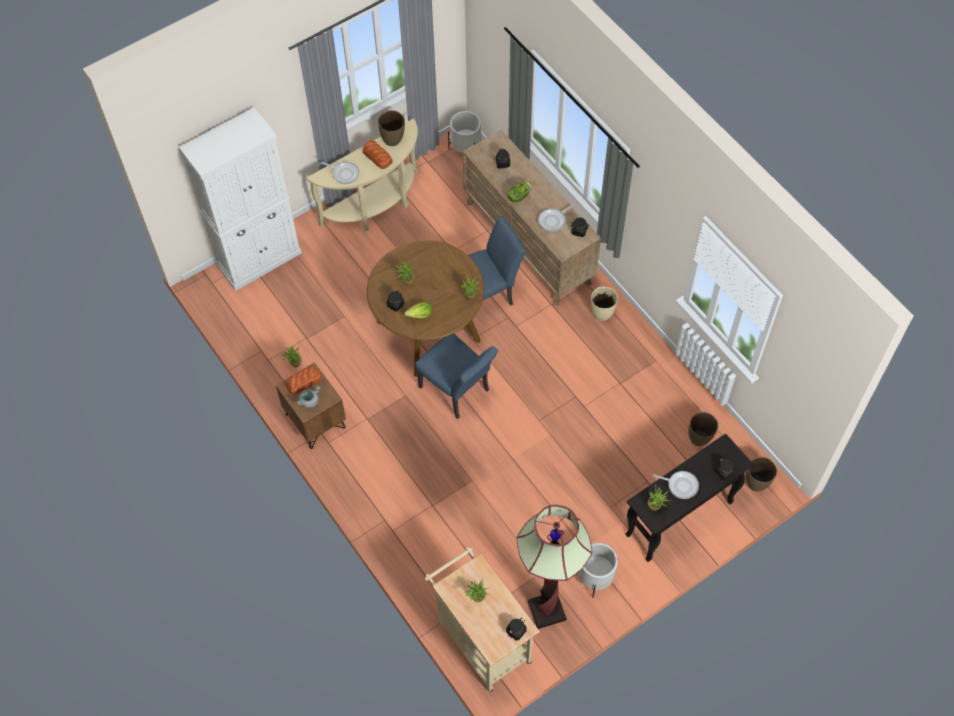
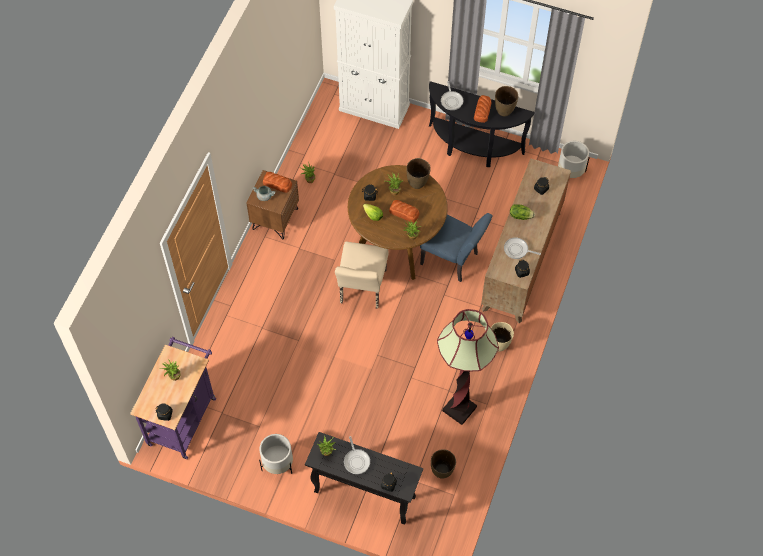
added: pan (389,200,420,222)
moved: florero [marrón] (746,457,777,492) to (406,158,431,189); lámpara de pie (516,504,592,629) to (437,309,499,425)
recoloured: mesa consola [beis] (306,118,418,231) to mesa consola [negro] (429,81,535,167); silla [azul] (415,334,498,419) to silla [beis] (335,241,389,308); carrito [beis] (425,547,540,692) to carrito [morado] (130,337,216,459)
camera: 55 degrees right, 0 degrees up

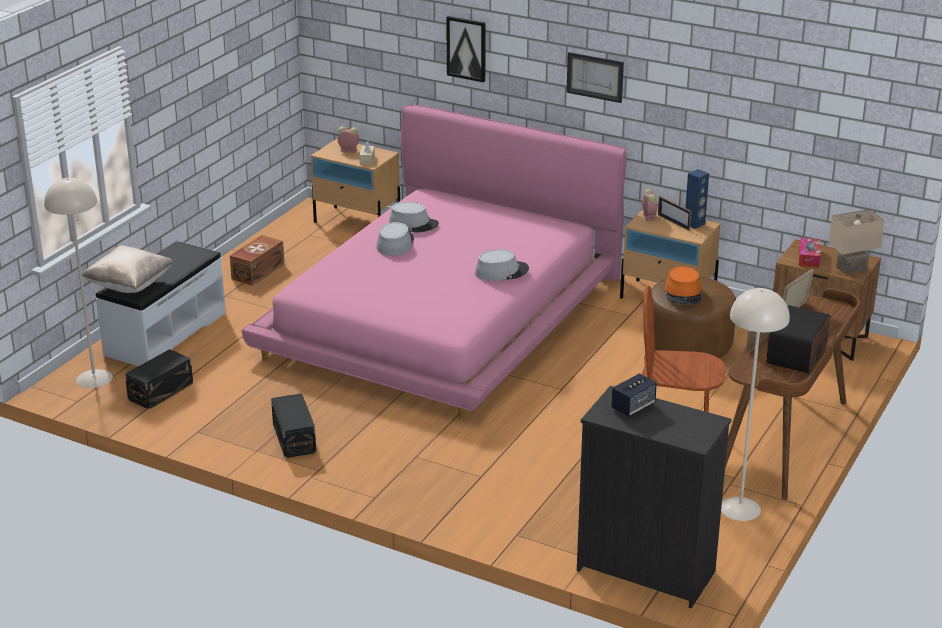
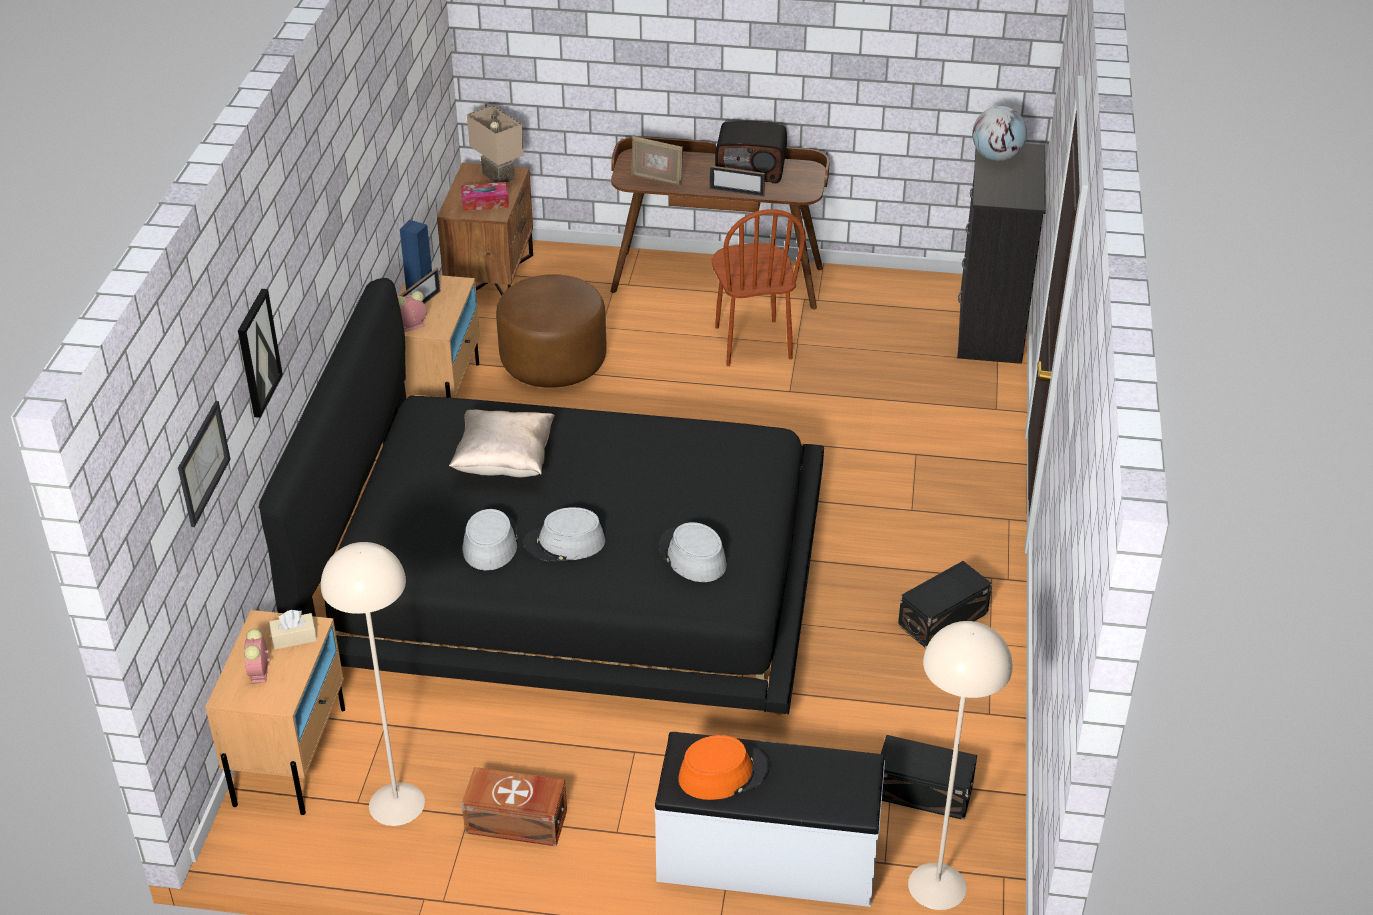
removed: altavoz (611,374,657,417)
added: globo terráqueo (972,106,1027,161)
moved: cuadro (566,52,624,103) to (178,401,231,527); cojín [beis] (82,245,174,293) to (449,410,555,477); sombrero [gris] (475,249,529,281) to (659,522,727,582); sombrero [naranja] (664,266,702,304) to (678,735,769,800); lámpara de pie [beis] (721,288,790,521) to (321,542,425,826)
recoloured: cama [rosa] (242,105,627,419) to cama [negro] (259,278,824,716)
camera: 110 degrees left, 10 degrees up

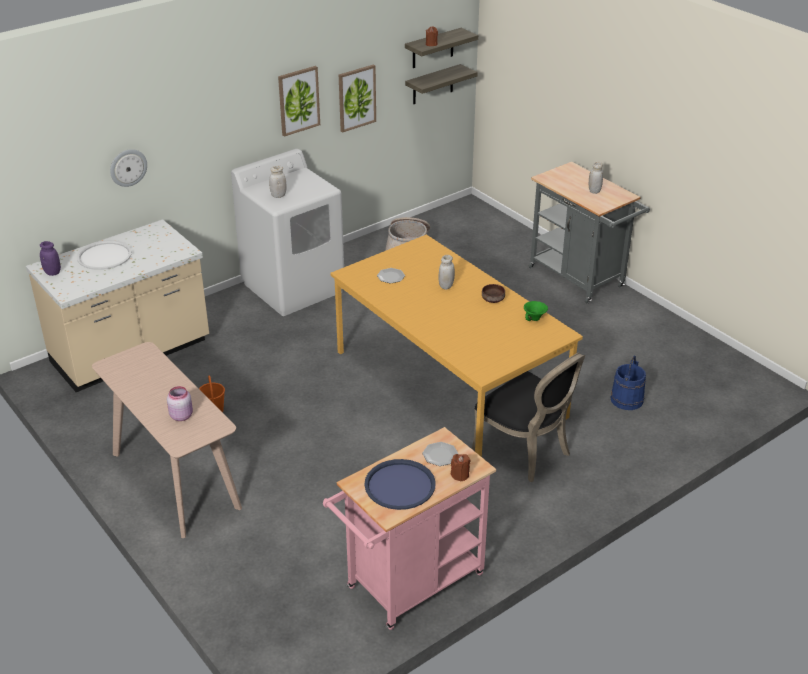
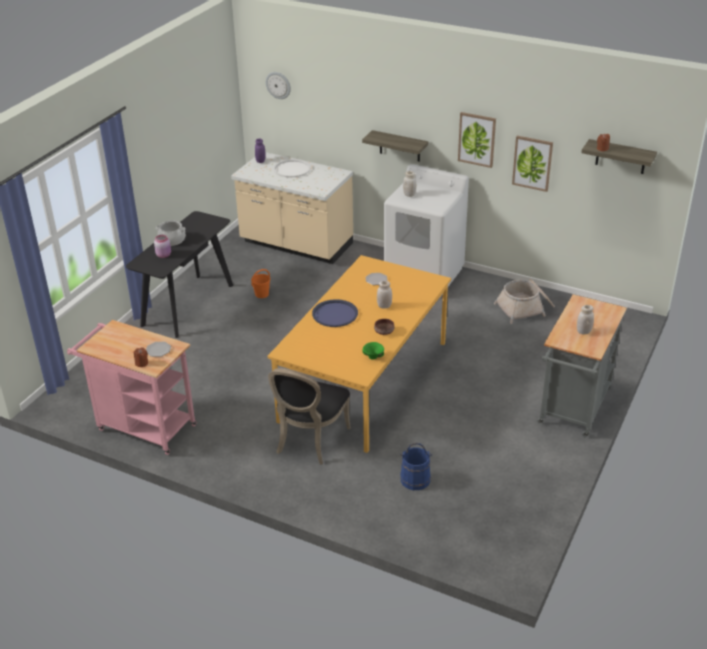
added: olla (156,220,186,246)
moved: estante (405,64,478,104) to (362,130,428,162); reloj de pared (110,149,147,187) to (266,72,291,99); bandeja [azul] (364,459,436,510) to (312,299,358,327)
recoloured: mesa consola [beis] (92,342,242,538) to mesa consola [negro] (126,211,233,338)
camera: 65 degrees right, 0 degrees up

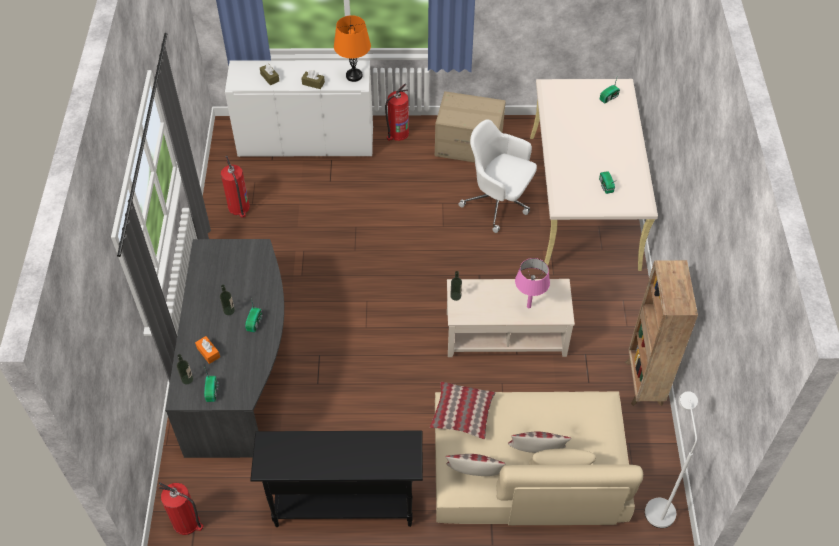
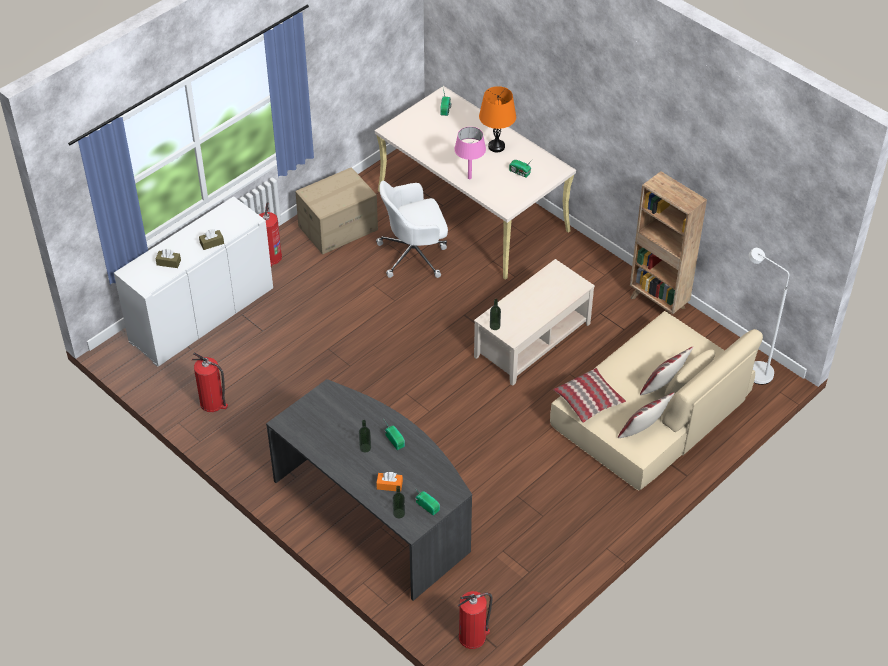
removed: mesa consola [negro] (250,431,423,527)
moved: lámpara de mesa [naranja] (334,15,371,82) to (479,86,516,152); lámpara de mesa [rosa] (515,258,550,308) to (454,127,486,179)
camera: 45 degrees left, 5 degrees down

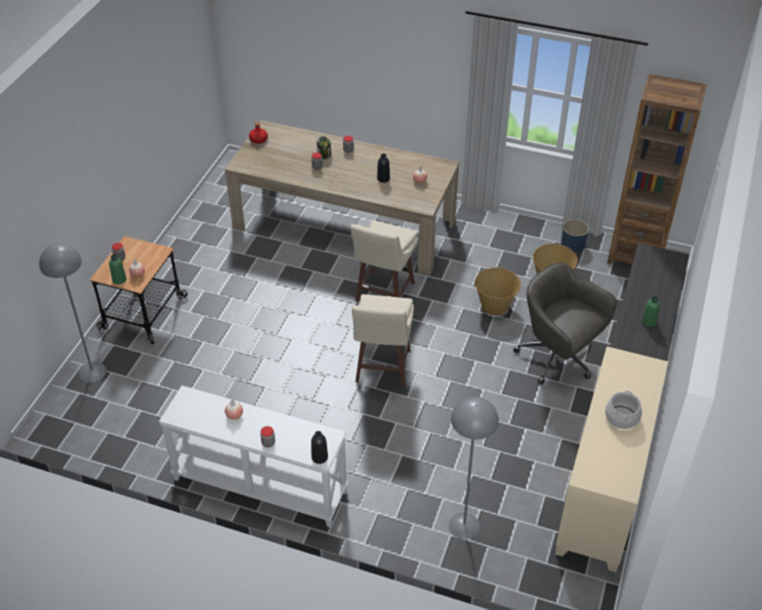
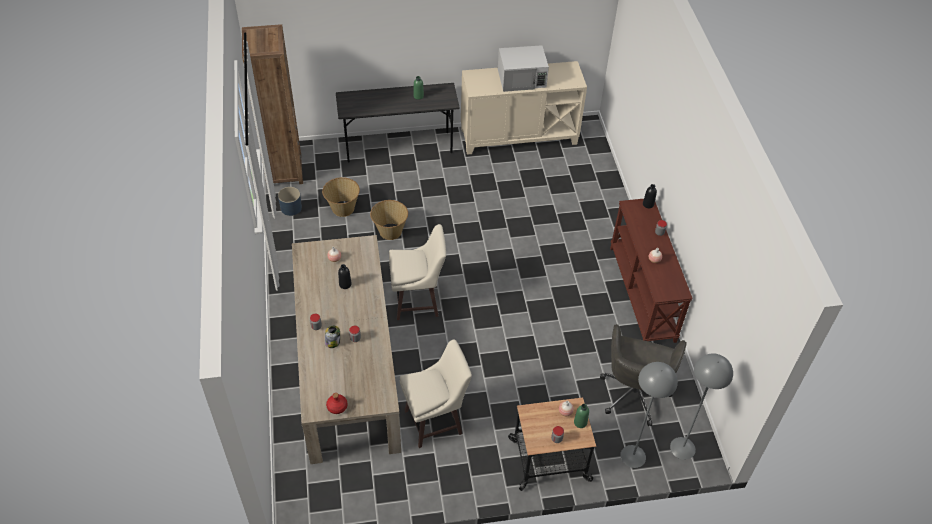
moved: silla de oficina [gris] (513,263,617,385) to (600,324,687,426); taburete [beis] (352,294,414,387) to (400,339,472,448); lámpara de pie [gris] (449,397,499,539) to (670,353,733,460)
replaced: olla (605,391,642,429) to microondas [blanco] (498,45,549,92)
recoloured: mesa consola [blanco] (159,386,348,528) to mesa consola [marrón] (610,199,693,343)
camera: 120 degrees left, 5 degrees up

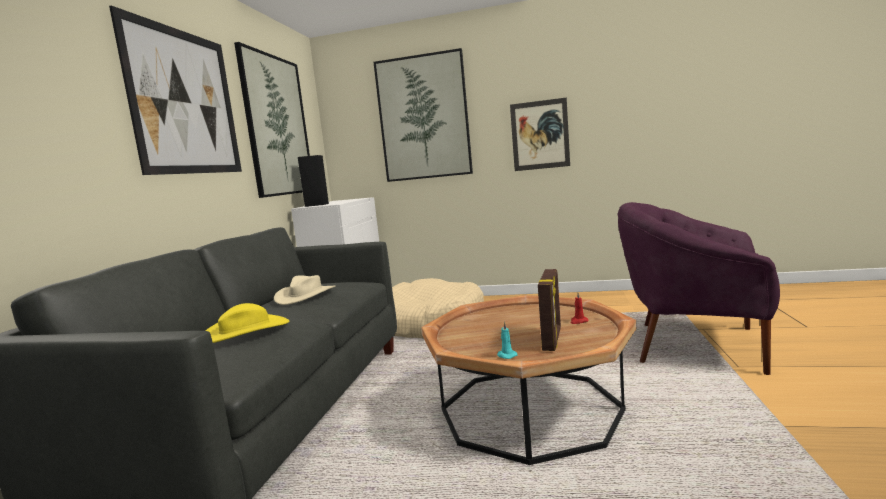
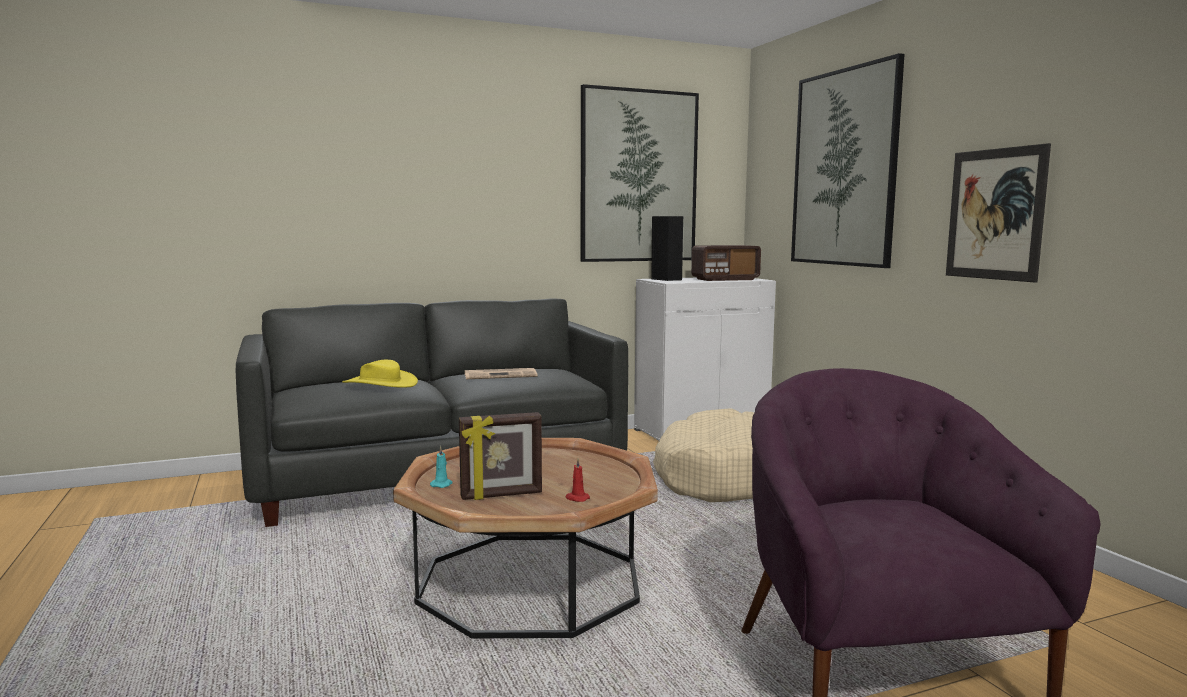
removed: cuadro (109,6,242,175)
added: radio (691,245,761,281)
replaced: sombrero [beis] (274,275,336,305) to periódico (465,368,537,379)
camera: 55 degrees right, 0 degrees up

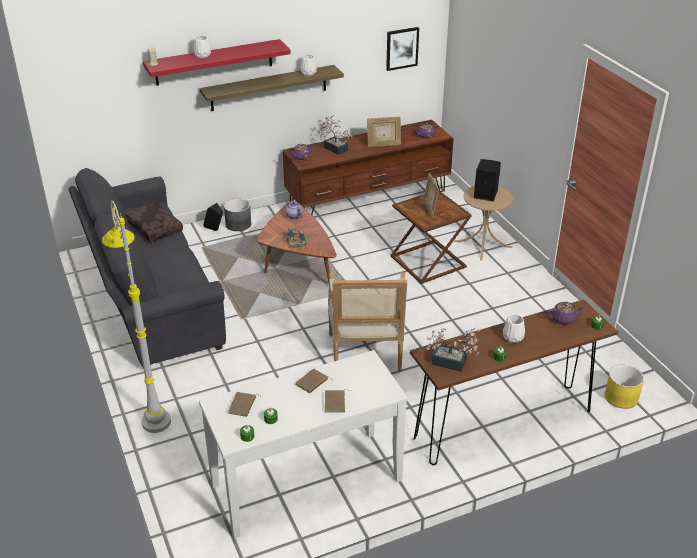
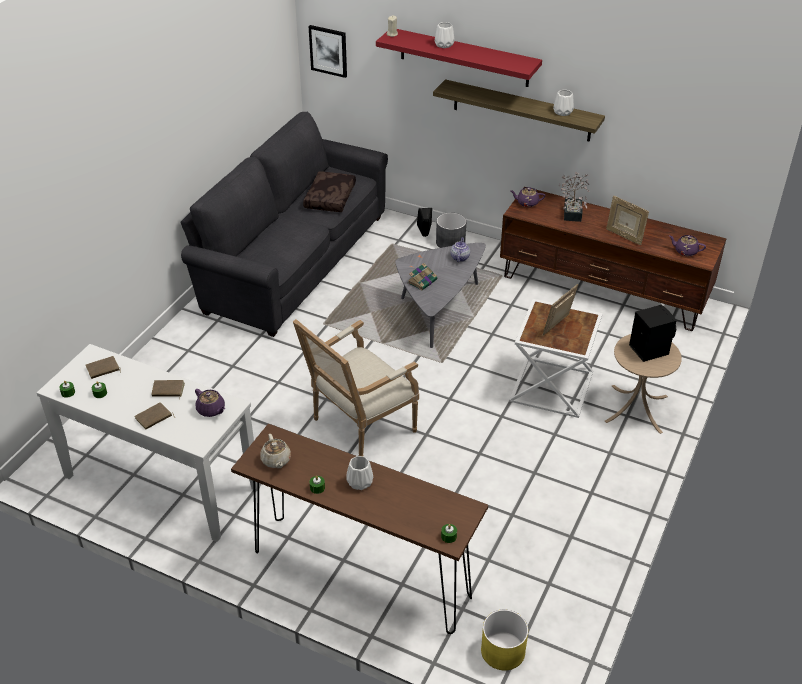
removed: lámpara de pie [gris] (102,200,171,433)
moved: cuadro (386,27,419,71) to (308,25,347,78); tetera [morado] (547,302,587,325) to (195,389,225,417)
replaced: planta en maceta (426,328,480,372) to tetera [beis] (260,434,291,468)
recoloured: mesa auxiliar [marrón] (391,191,472,284) to mesa auxiliar [blanco] (509,299,603,418); mesa de centro [marrón] (257,201,337,285) to mesa de centro [gris] (395,243,486,348)
camera: 50 degrees right, 5 degrees up

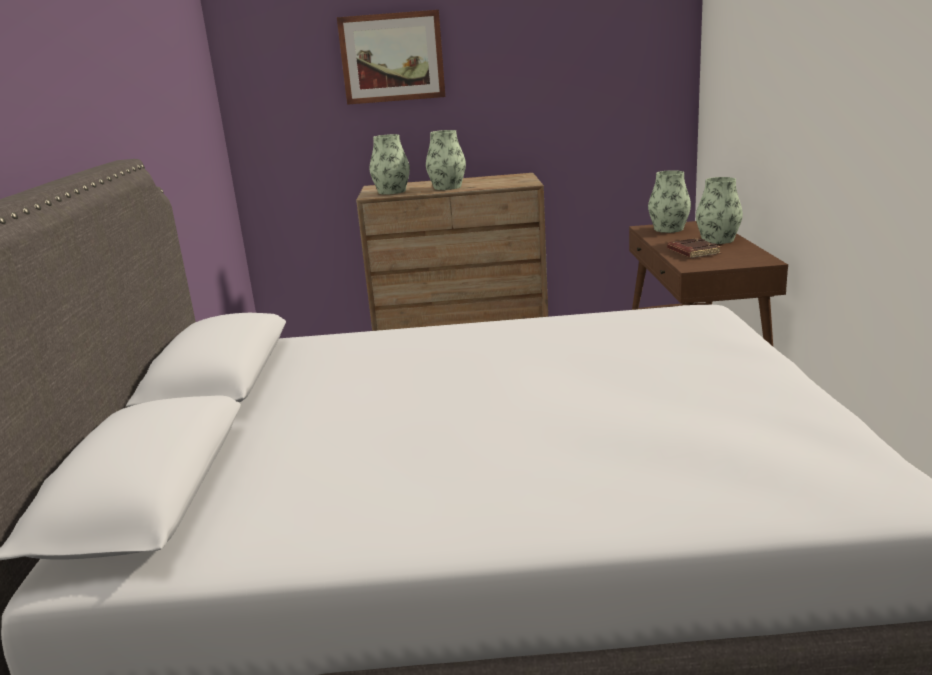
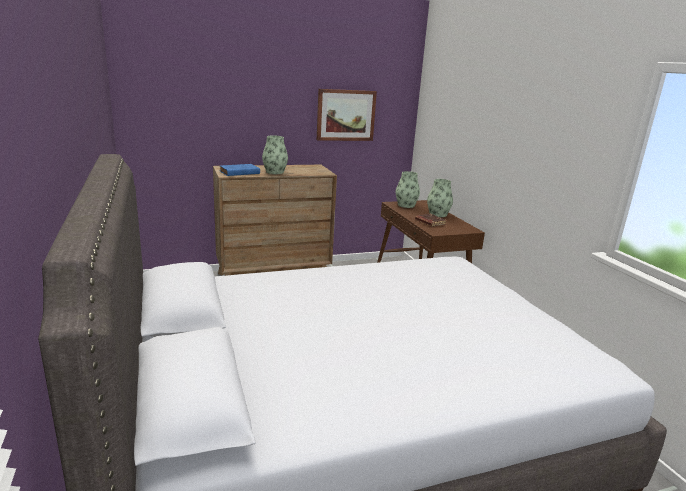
moved: cuadro (337,10,445,105) to (317,89,377,141)
replaced: florero (369,134,410,195) to libro [azul] (220,164,260,176)
camera: 20 degrees left, 0 degrees up

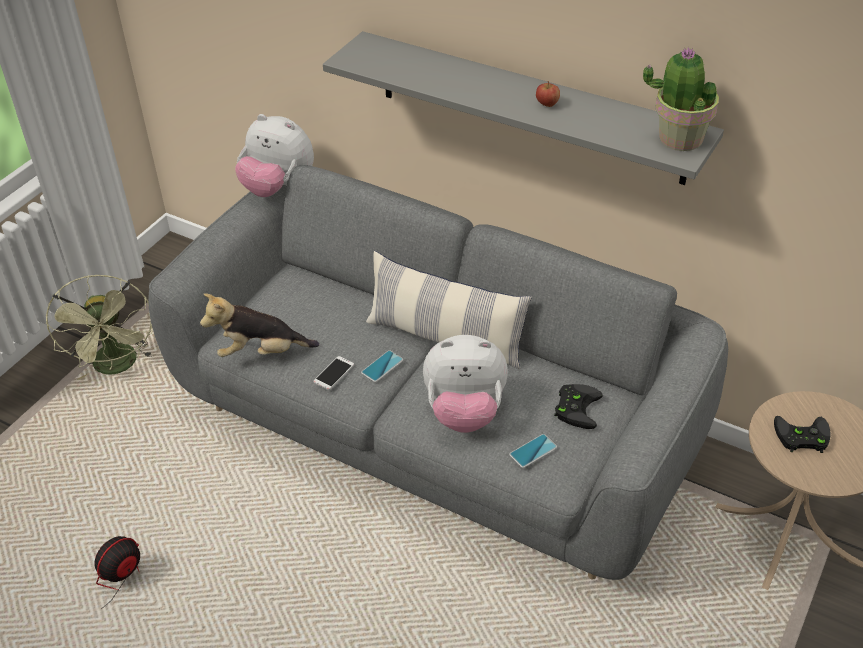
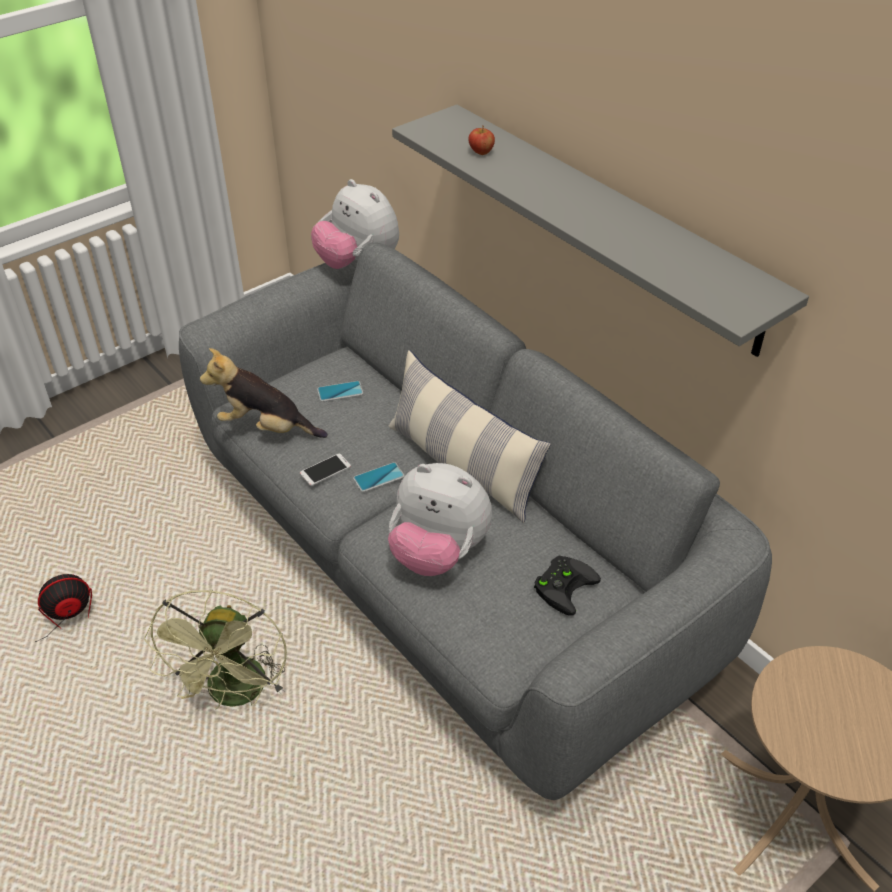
removed: planta en maceta (643,47,719,151); mando de consola [negro] (774,416,831,453)
moved: manzana (536,81,560,107) to (468,125,495,155); ventilador [verde] (46,275,153,380) to (144,590,287,710); móvil (509,434,557,468) to (317,381,363,402)
camera: 20 degrees right, 0 degrees up

